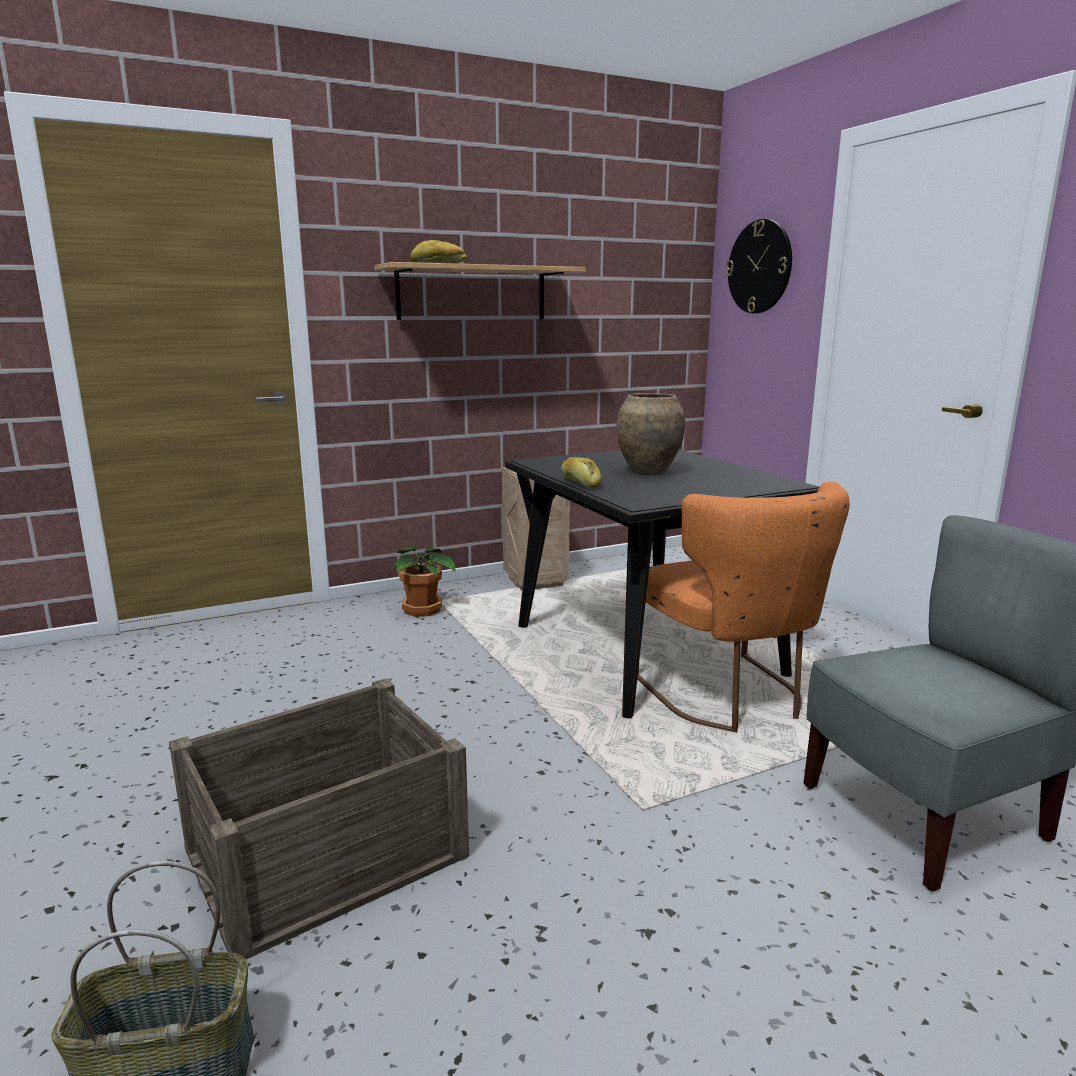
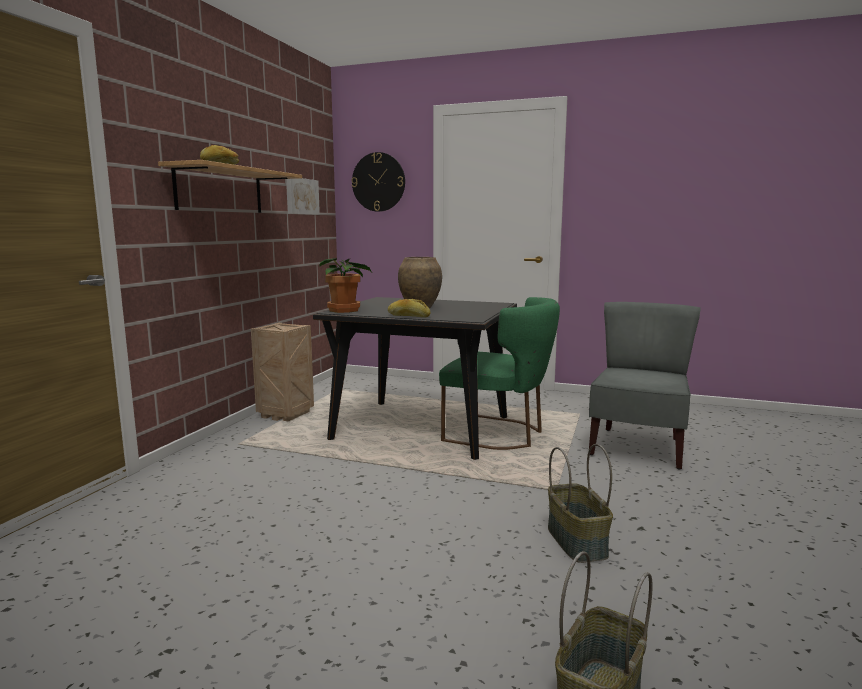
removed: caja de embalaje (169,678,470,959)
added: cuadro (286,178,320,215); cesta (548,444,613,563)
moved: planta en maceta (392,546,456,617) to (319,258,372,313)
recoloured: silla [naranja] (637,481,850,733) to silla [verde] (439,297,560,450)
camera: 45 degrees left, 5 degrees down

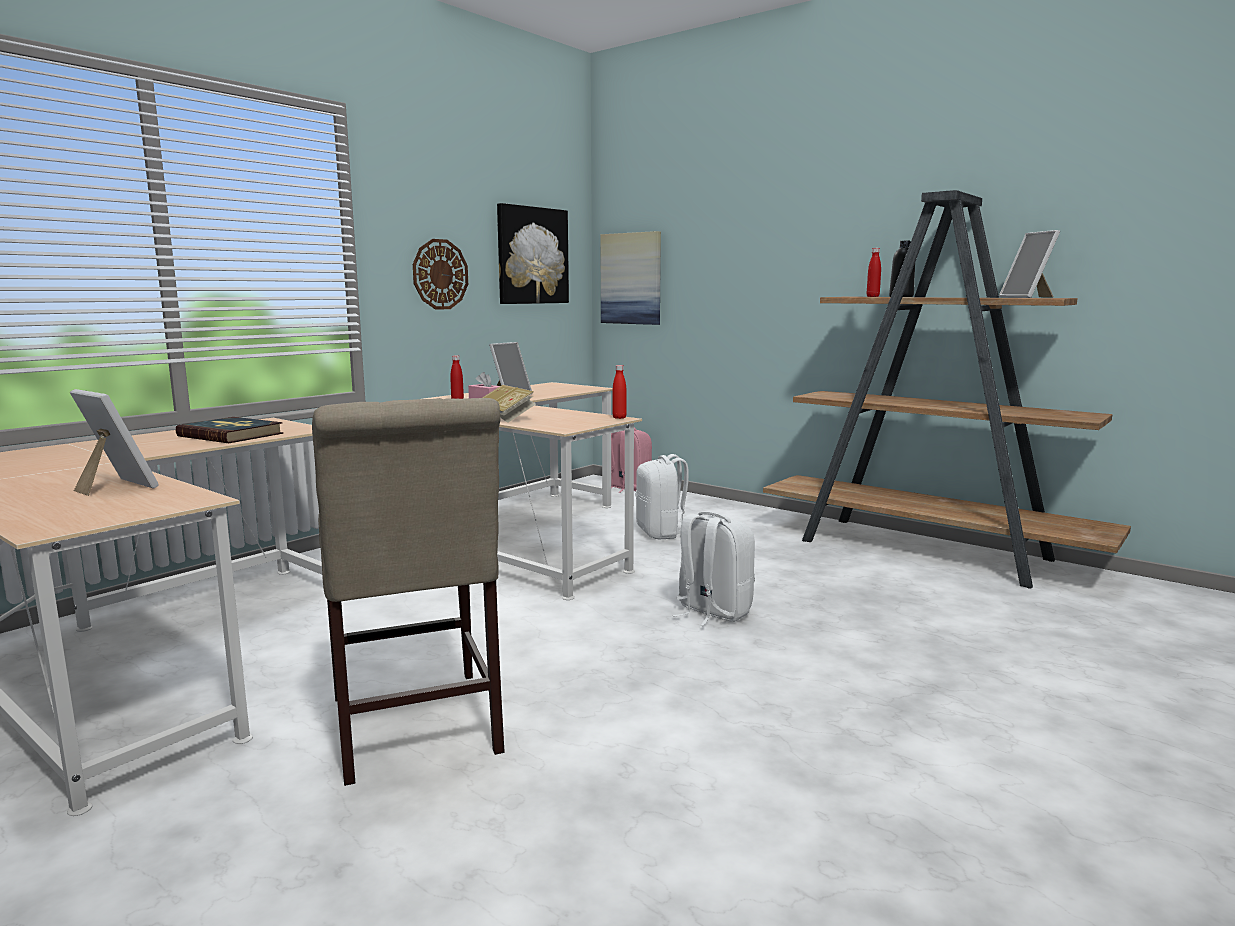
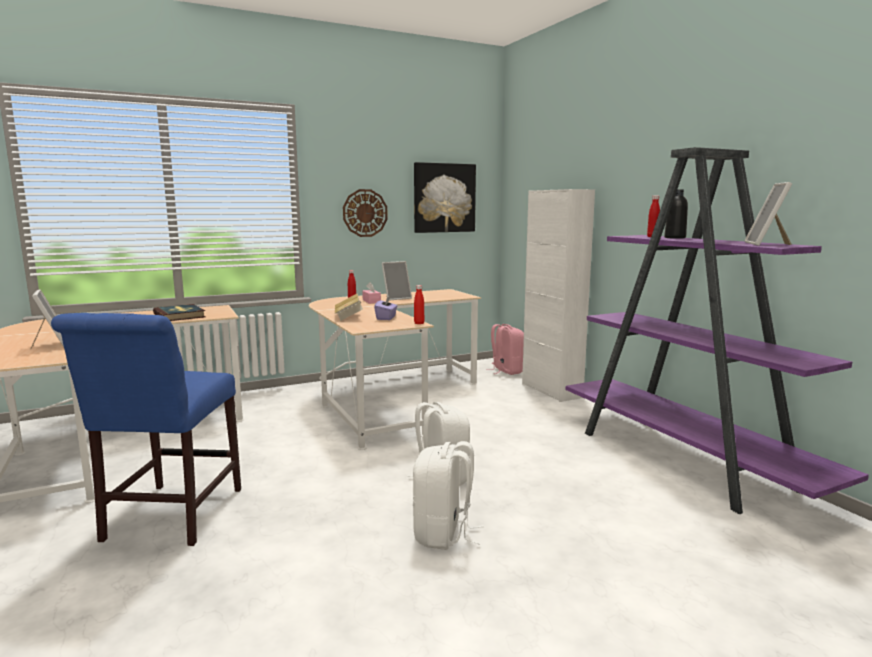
removed: cuadro (600,231,661,325)
added: armario [blanco] (522,189,595,402); caja de pañuelos [morado] (374,296,398,320)
moved: mochila [blanco] (635,454,689,539) to (413,441,484,550)
recoloured: estantería [marrón] (763,190,1131,589) to estantería [morado] (566,147,869,514); silla [beis] (312,398,505,786) to silla [azul] (51,313,241,546)
camera: 25 degrees right, 0 degrees up

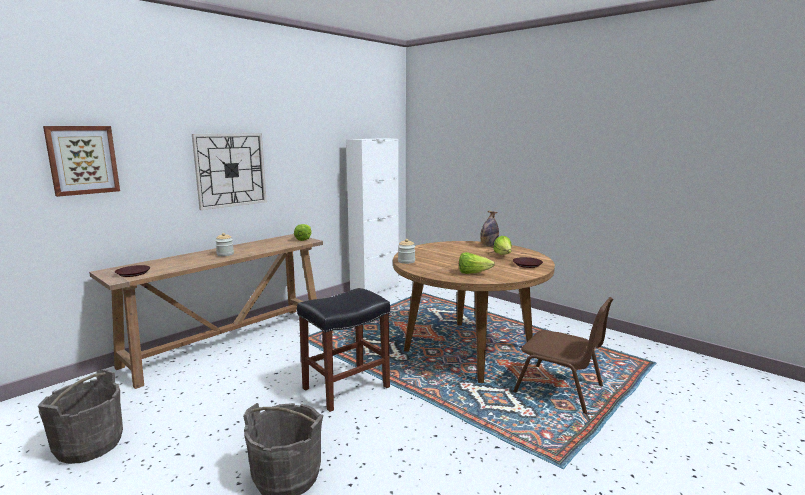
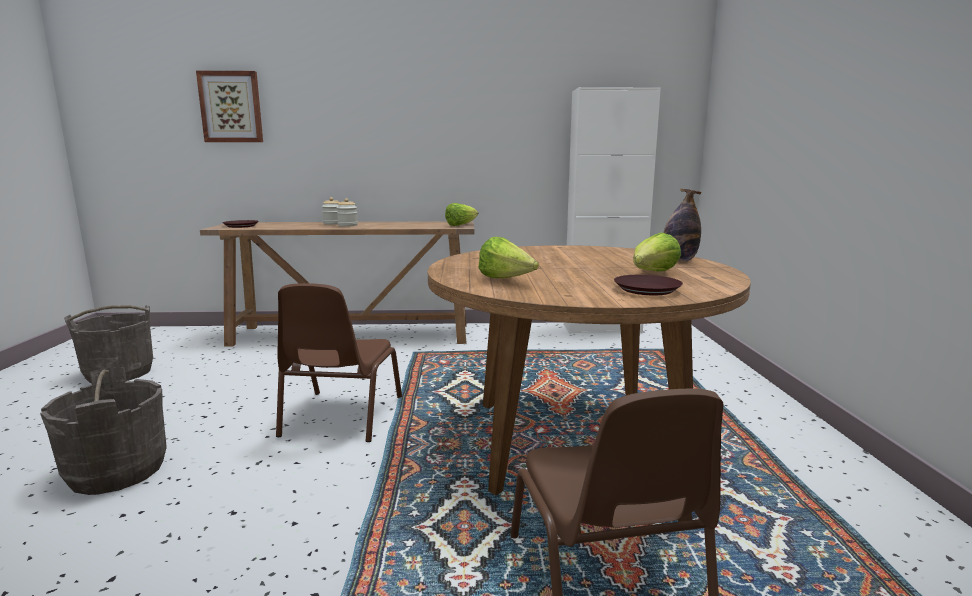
removed: reloj de pared (192,133,267,210)
moved: tarro (398,239,415,264) to (322,197,339,225)
replaced: taburete [negro] (297,288,390,412) to silla [marrón] (276,283,402,442)
camera: 45 degrees right, 0 degrees up

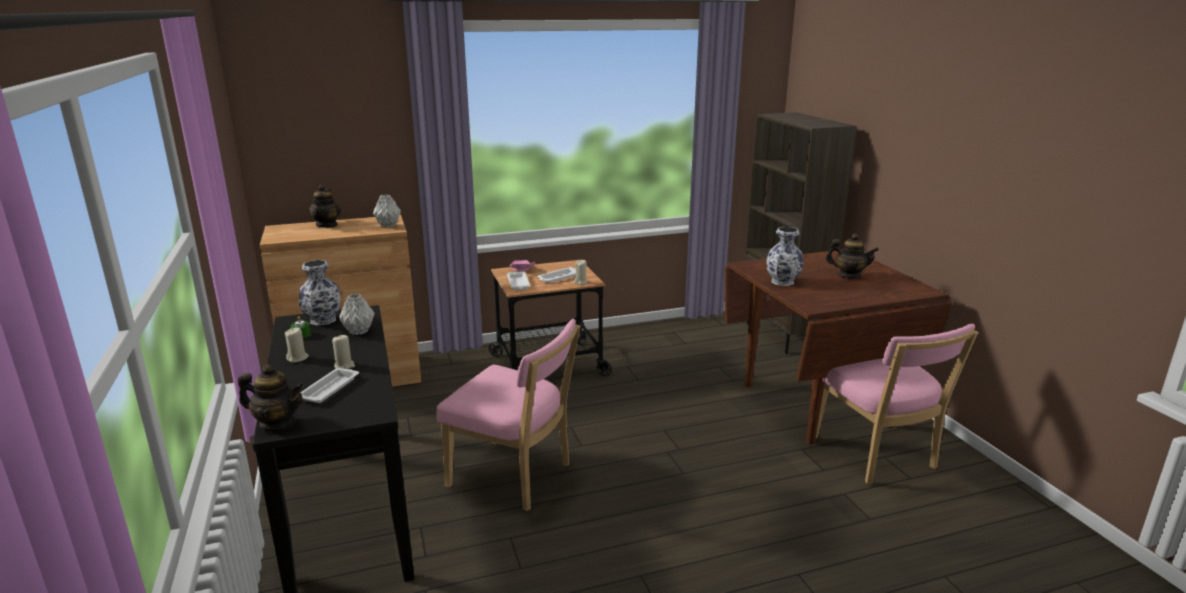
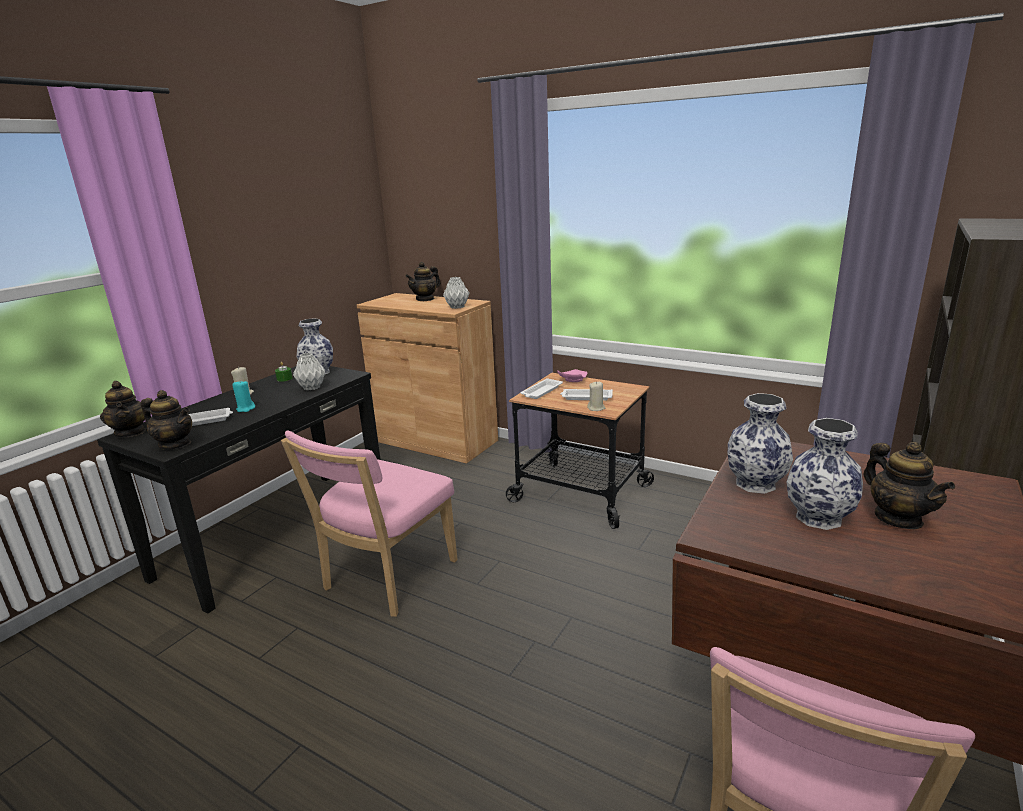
added: tetera (141,390,192,450); florero (787,418,863,530)
recoloured: vela [beis] (332,335,355,369) to vela [turquesa] (232,380,255,412)
turned: silla [rosa] (436,319,581,511) = (281,431,458,617) 45 degrees clockwise
camera: 50 degrees right, 0 degrees up

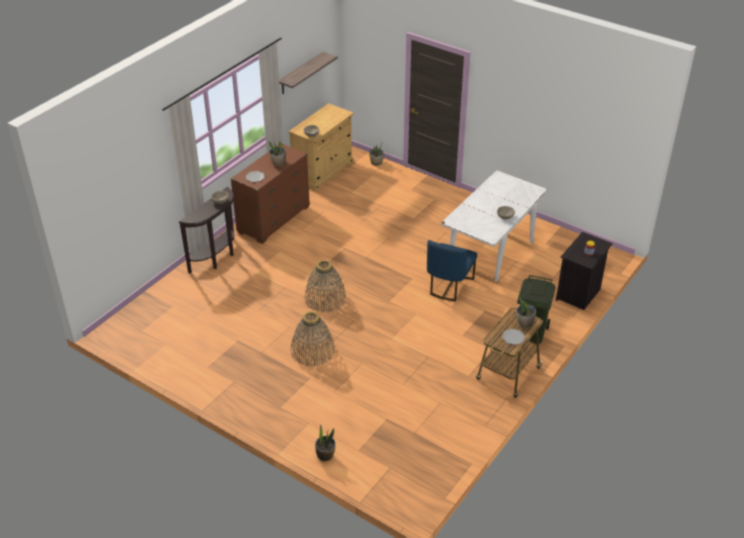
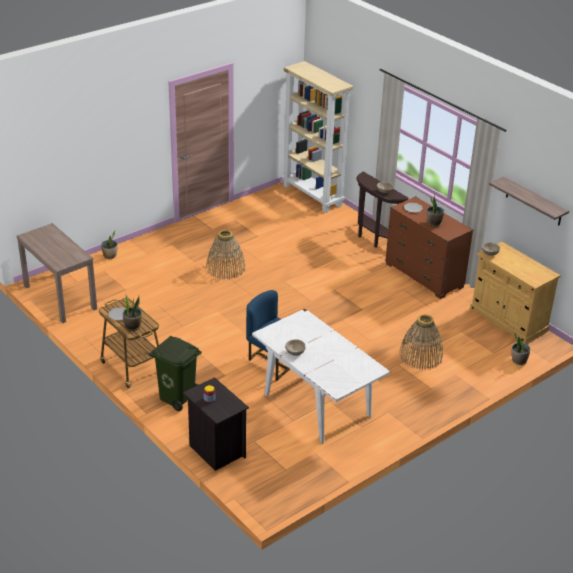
added: estantería [beis] (282,61,353,213); mesa consola [marrón] (17,223,97,323)
moved: cesta (305,260,346,312) to (399,315,443,370)
camera: 105 degrees right, 5 degrees down

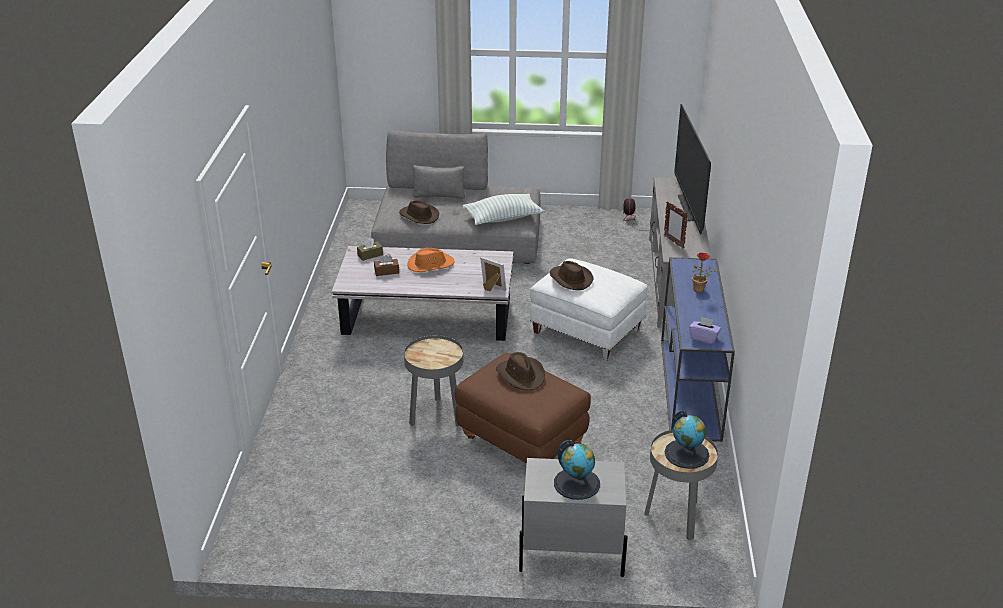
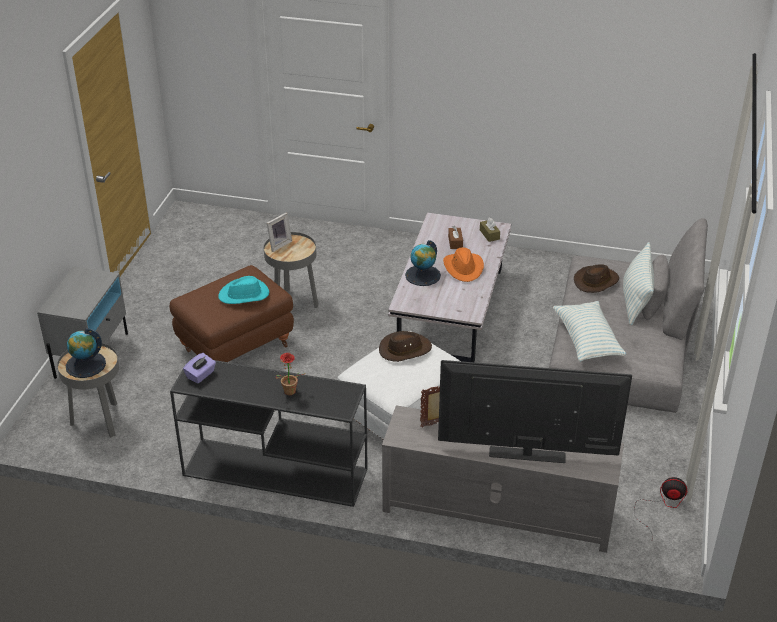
added: cojín (623,242,654,325)
moved: portarretratos (480,257,506,291) to (267,212,292,252); globo terráqueo (554,440,600,500) to (405,240,441,286)
recoloured: mesa consola [azul] (661,257,735,442) to mesa consola [negro] (170,356,367,507); sombrero [marrón] (496,352,545,391) to sombrero [turquesa] (218,276,269,304)
camera: 100 degrees right, 5 degrees up

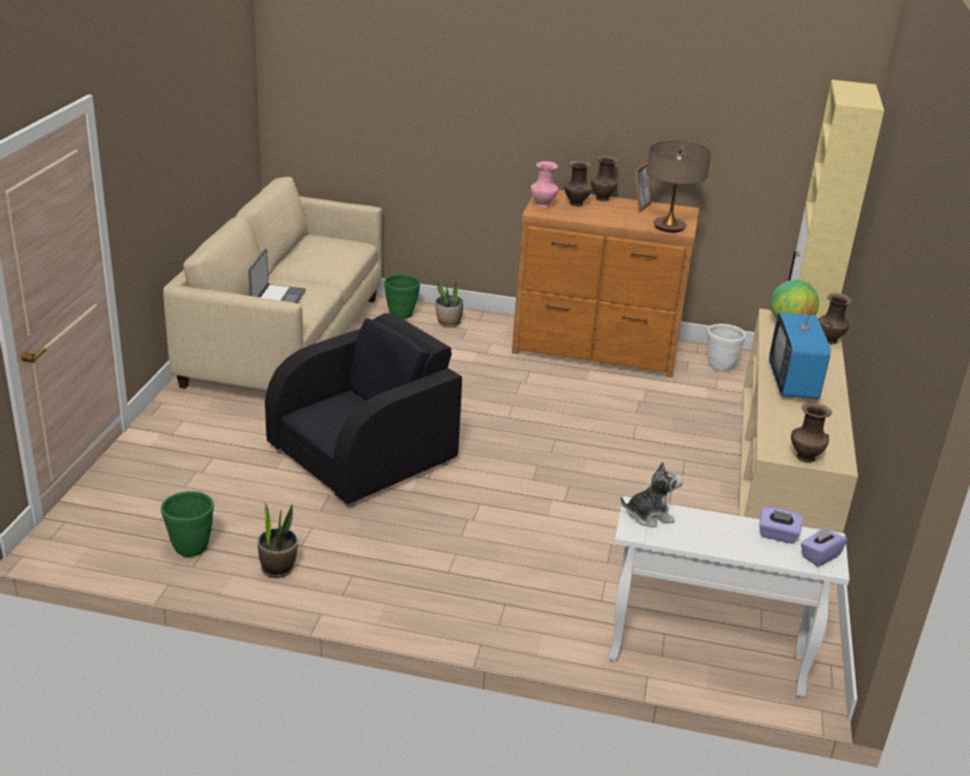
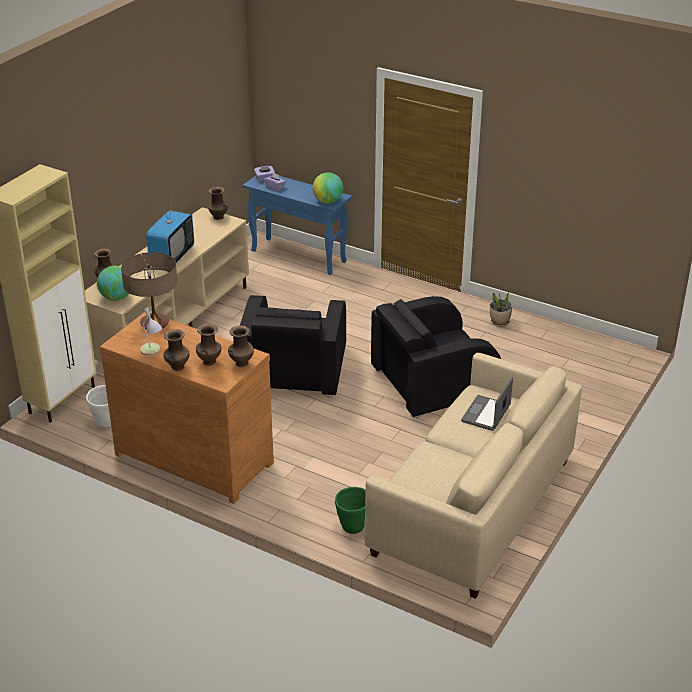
removed: planta en maceta (436,282,463,328); maceta [verde] (161,491,214,557)
added: sillón [negro] (240,295,346,398)
replaced: portarretratos (636,162,651,213) to lámpara de mesa (140,307,163,356); peluche (621,462,683,527) to globo terráqueo (313,172,343,204)
recoloured: florero [rosa] (531,161,558,208) to florero [marrón] (228,325,254,367); mesa consola [blanco] (608,496,850,698) to mesa consola [azul] (243,176,352,275)
camera: 160 degrees left, 5 degrees up

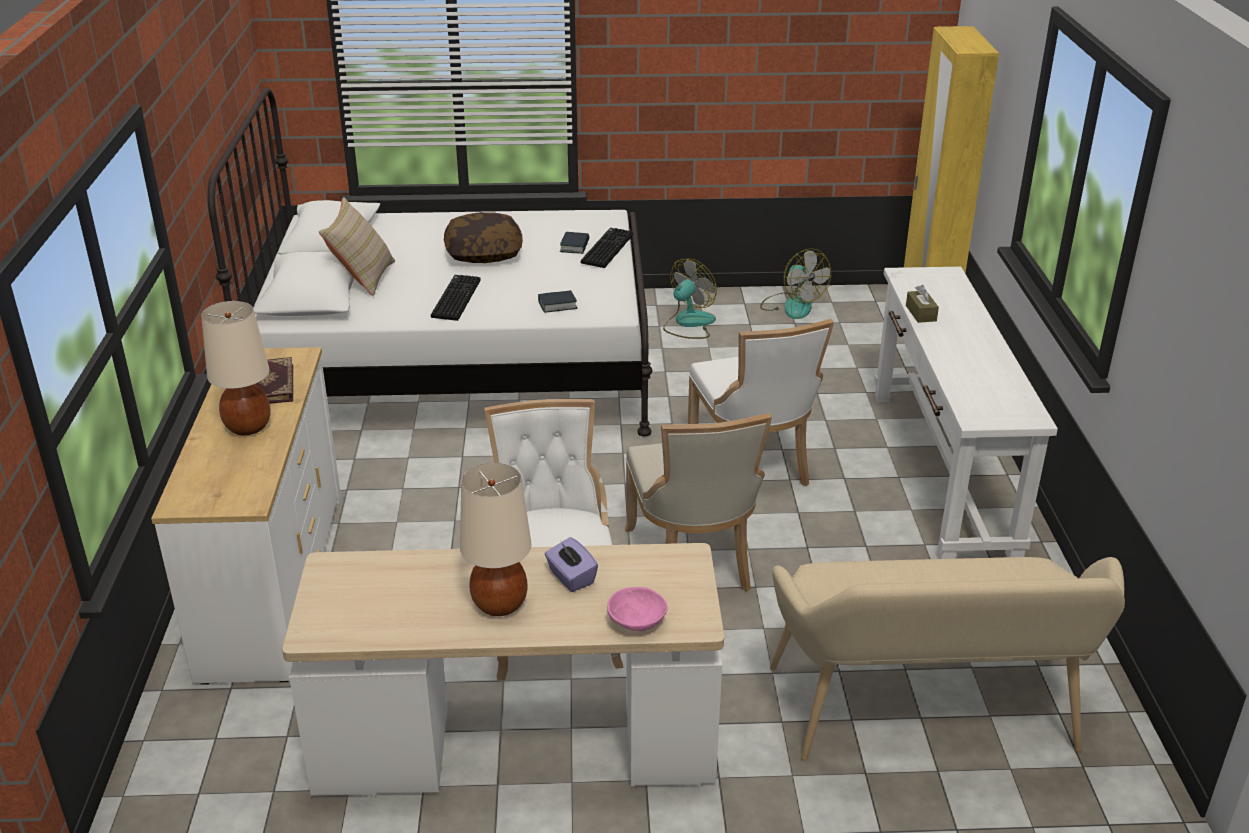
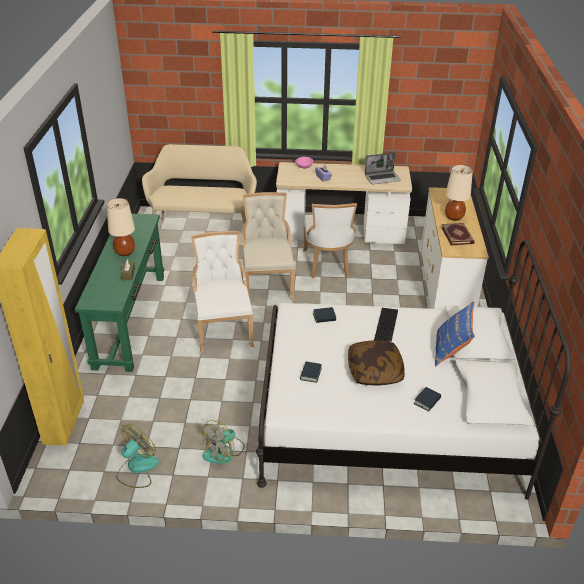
removed: teclado (581,228,633,268)
added: portátil (365,152,401,184); libro (413,387,441,412)
moved: lámpara de mesa [beis] (460,463,532,616) to (106,198,135,256)
recoloured: cojín [beis] (319,197,395,296) to cojín [azul] (435,301,475,366); mesa consola [blanco] (874,267,1058,559) to mesa consola [verde] (75,214,164,372)
turned: ventilador (760,248,831,319) = (116,424,159,488) 60 degrees clockwise
camera: 175 degrees left, 5 degrees up

